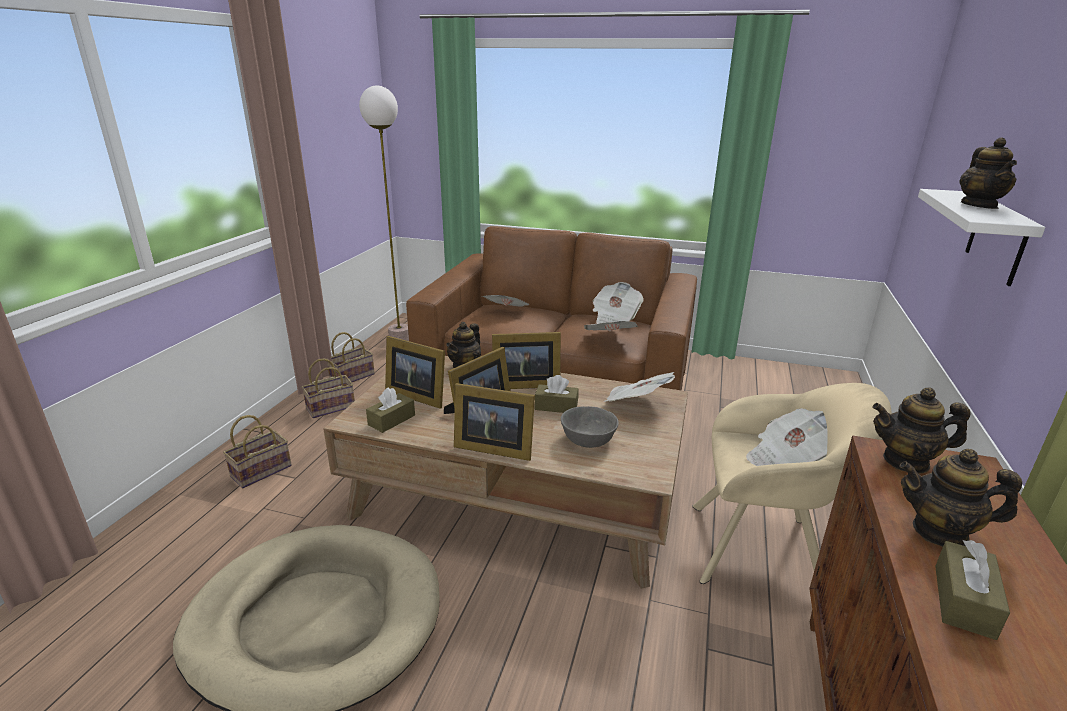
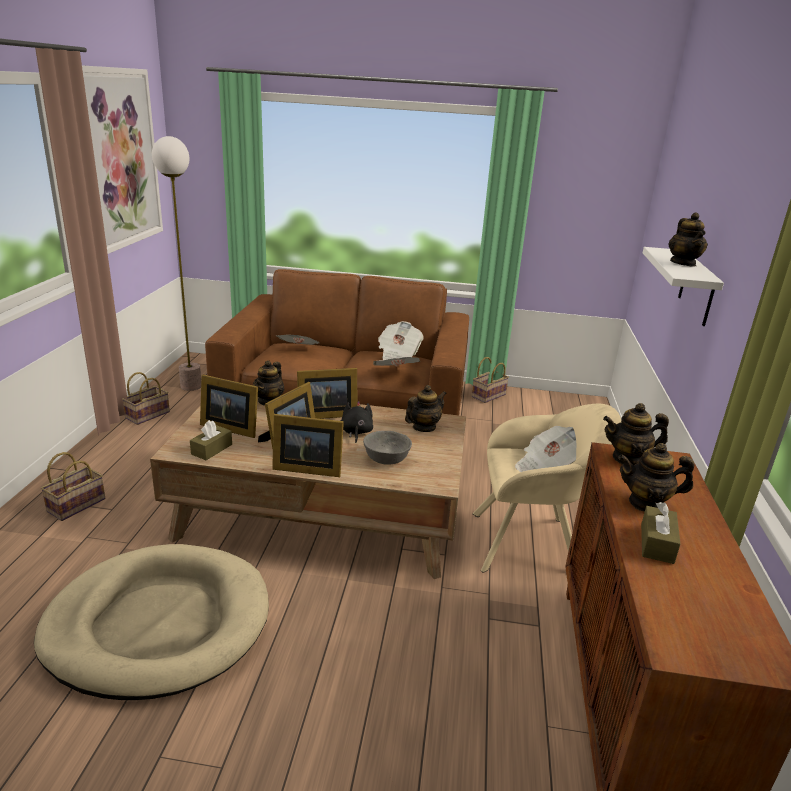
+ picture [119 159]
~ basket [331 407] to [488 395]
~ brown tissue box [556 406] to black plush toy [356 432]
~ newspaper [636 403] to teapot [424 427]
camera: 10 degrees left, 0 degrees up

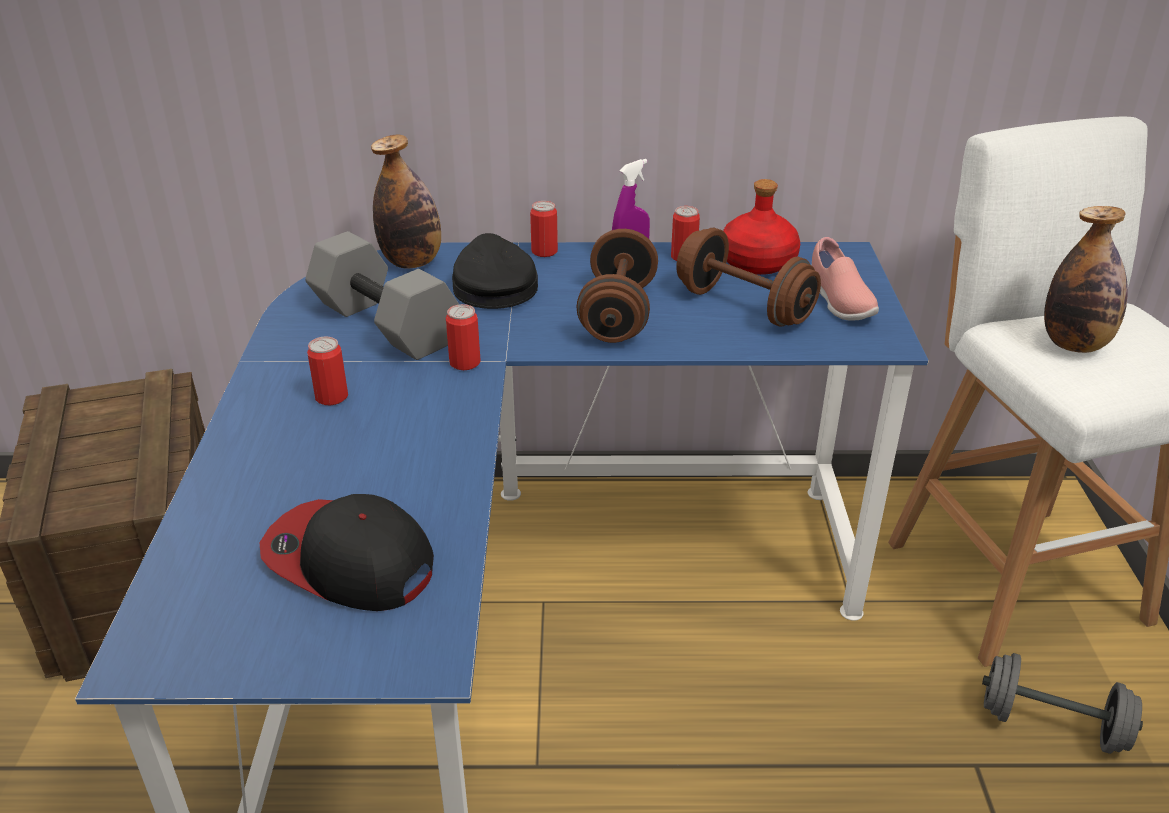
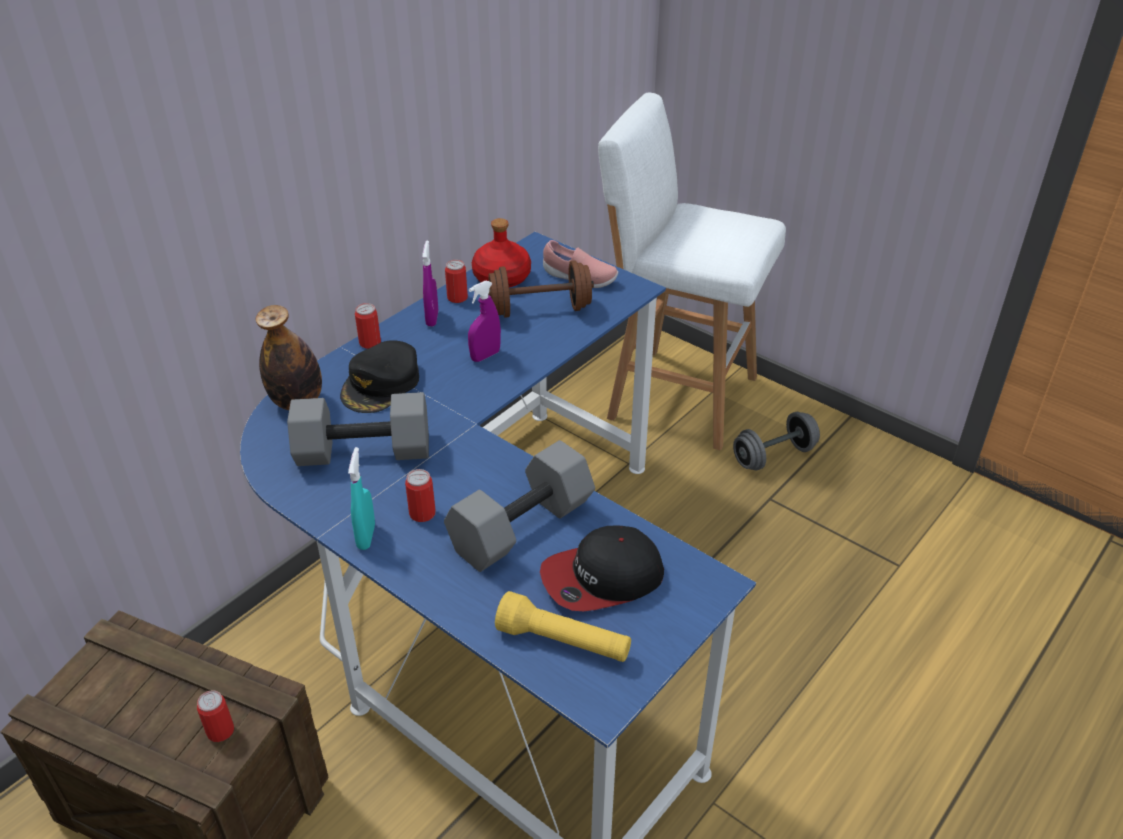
- bottle [1074 344]
+ turquoise spray bottle [366 536]
+ grey dumbbell [521 525]
+ yellow flashlight [563 642]
~ can [465 362] to [220 731]
~ brown dumbbell [618 314] to purple spray bottle [485 356]
~ black cap [493 286] = [381 384] 90 degrees counterclockwise
camera: 50 degrees left, 5 degrees up

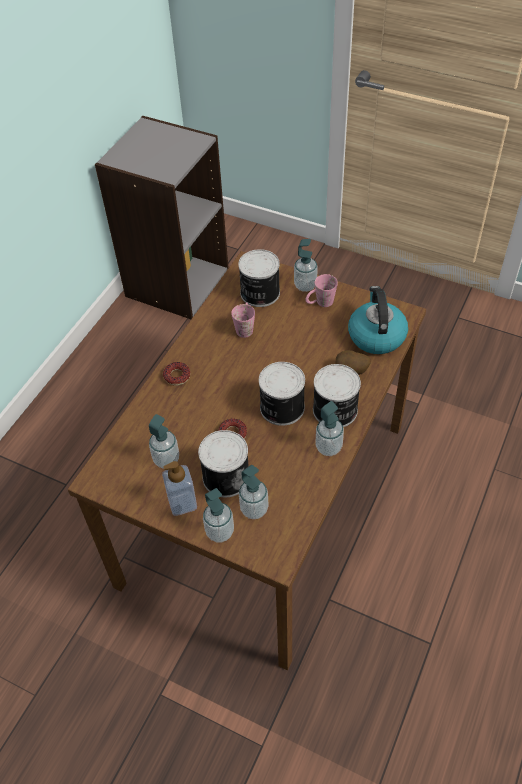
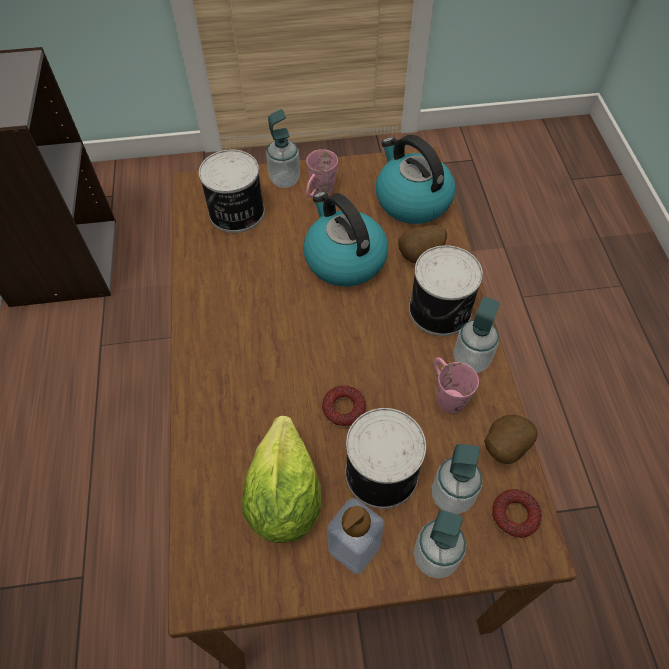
- can [281 408]
+ kettle [344 259]
+ potato [503 447]
~ donut [177 376] to [514 515]
~ pink mug [245 327] to [446 393]
~ soap dispenser [166 459] to lettuce [284 497]
camera: 35 degrees left, 5 degrees up

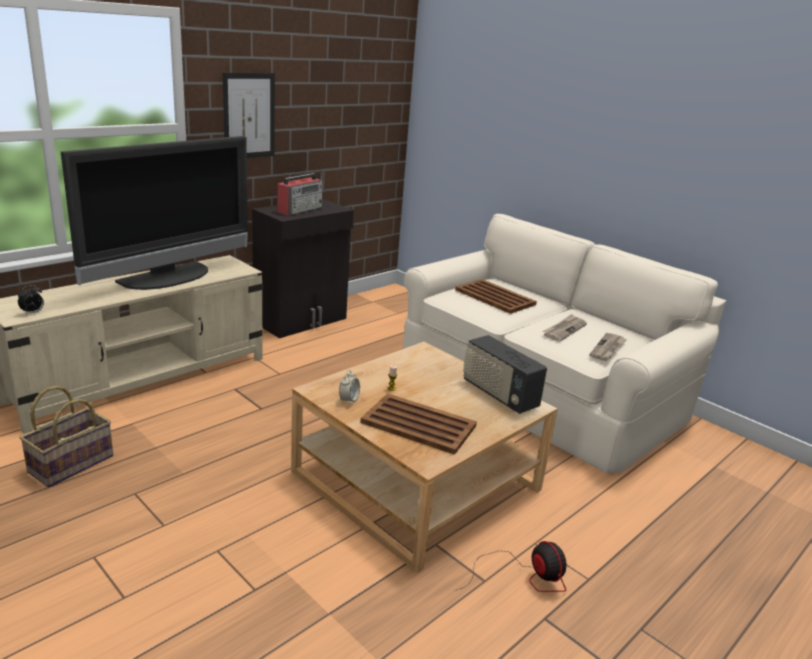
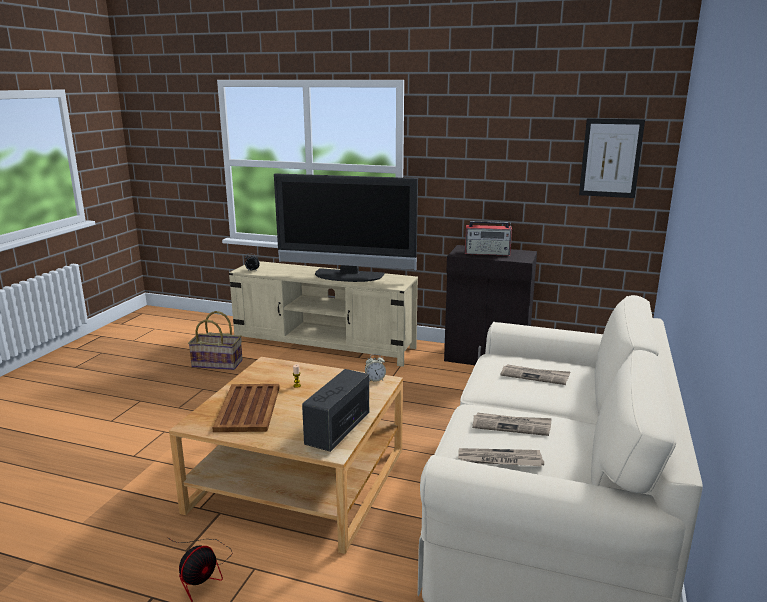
~ picture [249 116] to [610 158]
~ alarm clock [349 400] to [375 379]
~ brown tray [494 297] to newspaper [535 376]
camera: 65 degrees right, 5 degrees down

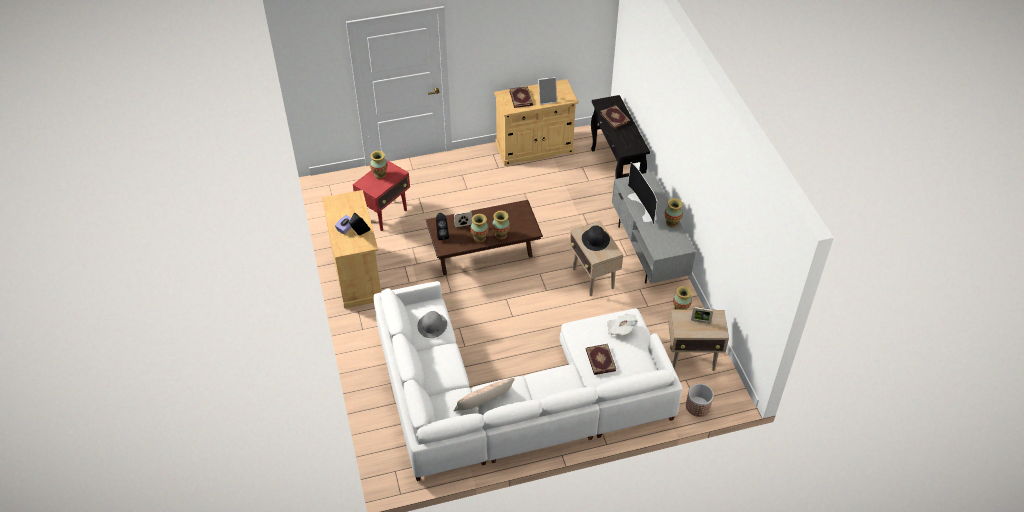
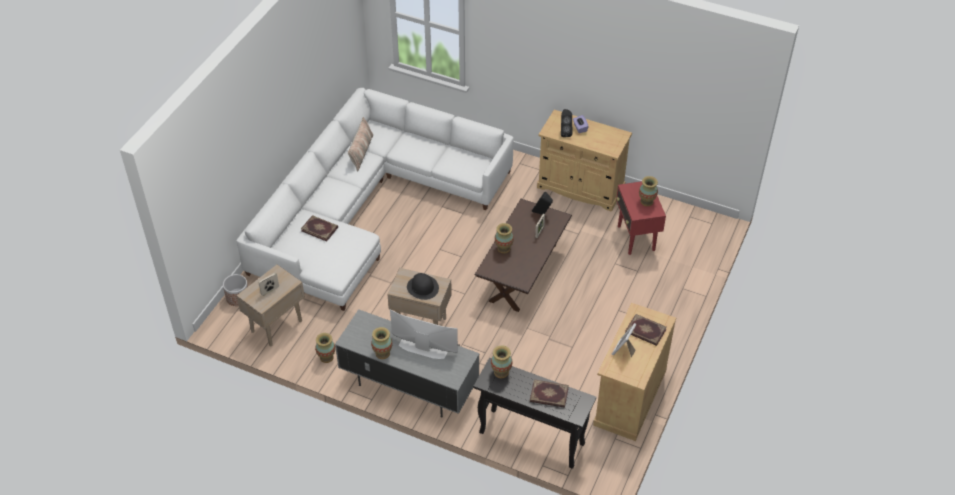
- grey hat [432 325]
- newspaper [620 329]
~ vase [480 238] to [501 372]
camera: 130 degrees right, 0 degrees up

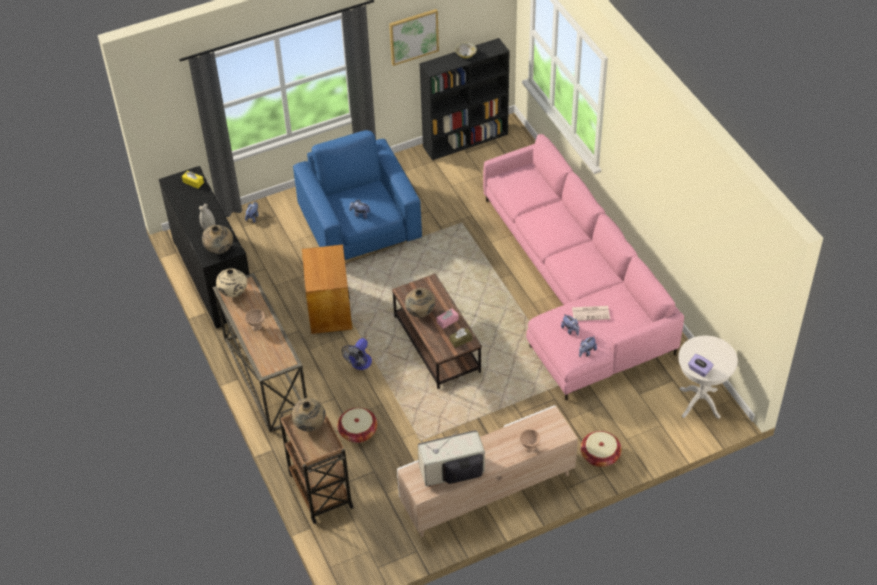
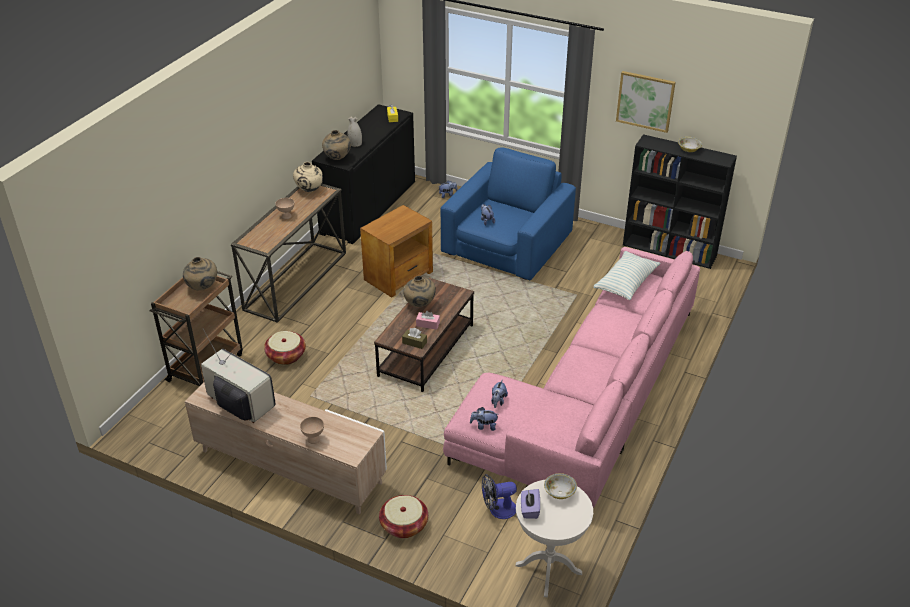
- newspaper [591 313]
+ bowl [559 492]
+ pillow [626 283]
~ fan [359 364] to [498 510]
camera: 50 degrees right, 10 degrees down

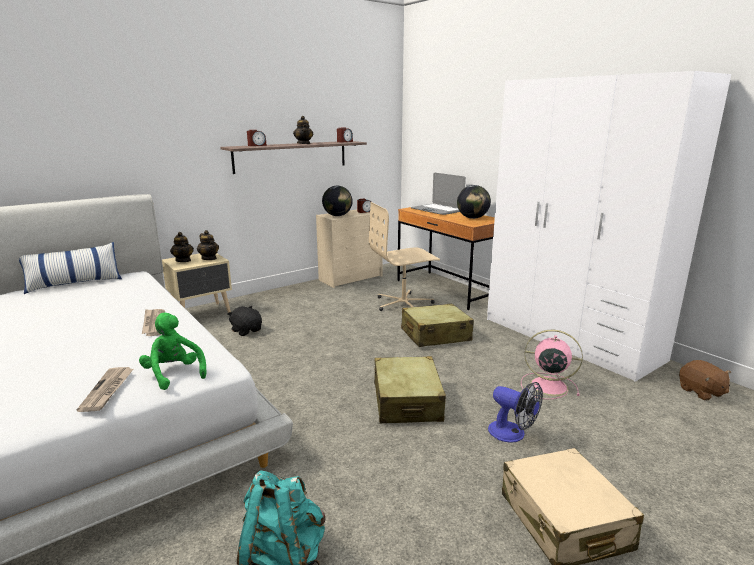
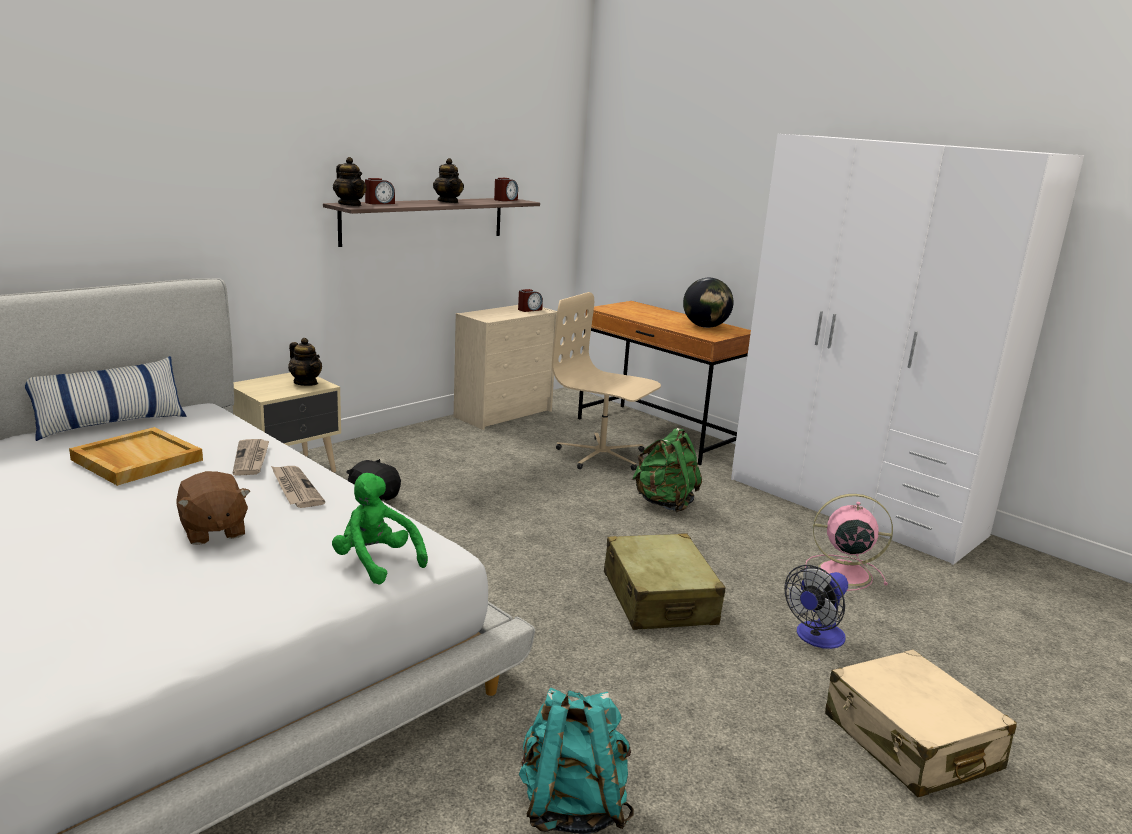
- globe [337 216]
- laptop [437 210]
+ beige tray [136 460]
~ newspaper [107 390] to [252 459]
~ teapot [183 260] to [350 205]
~ brown plush toy [701 392] to [213 531]
~ beige suitcase [435 335] to green backpack [665 503]
~ beige office chair [404 304] = [601 455] 60 degrees clockwise
~ fan [512 434] = [815 638] 105 degrees clockwise
camera: 10 degrees left, 0 degrees up

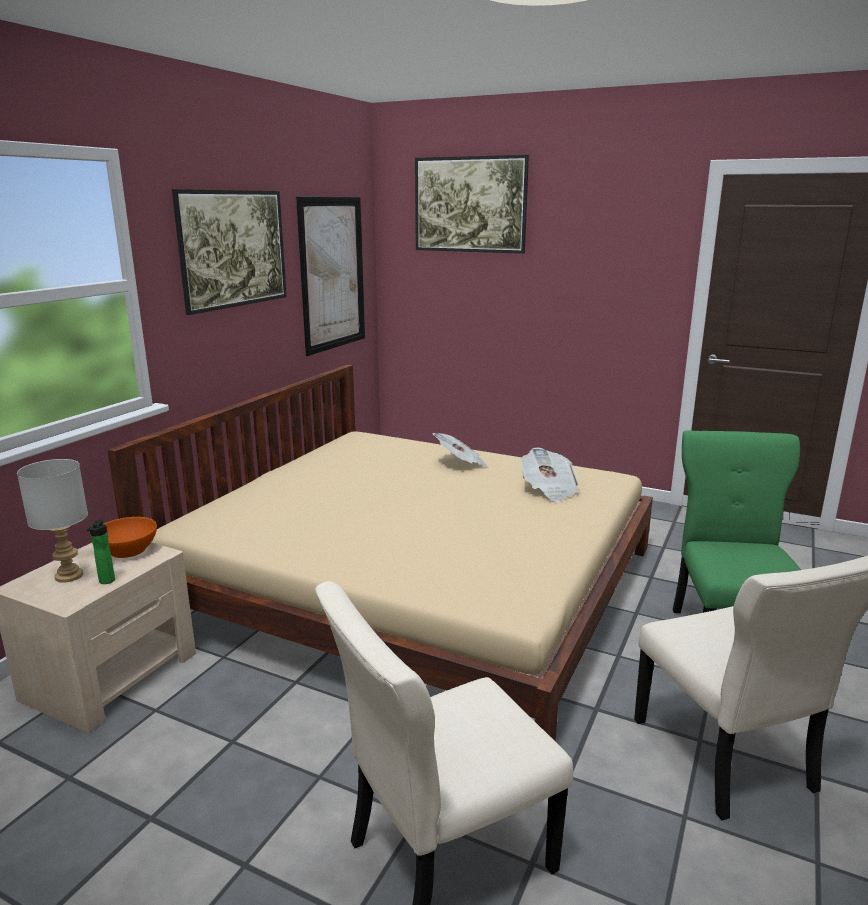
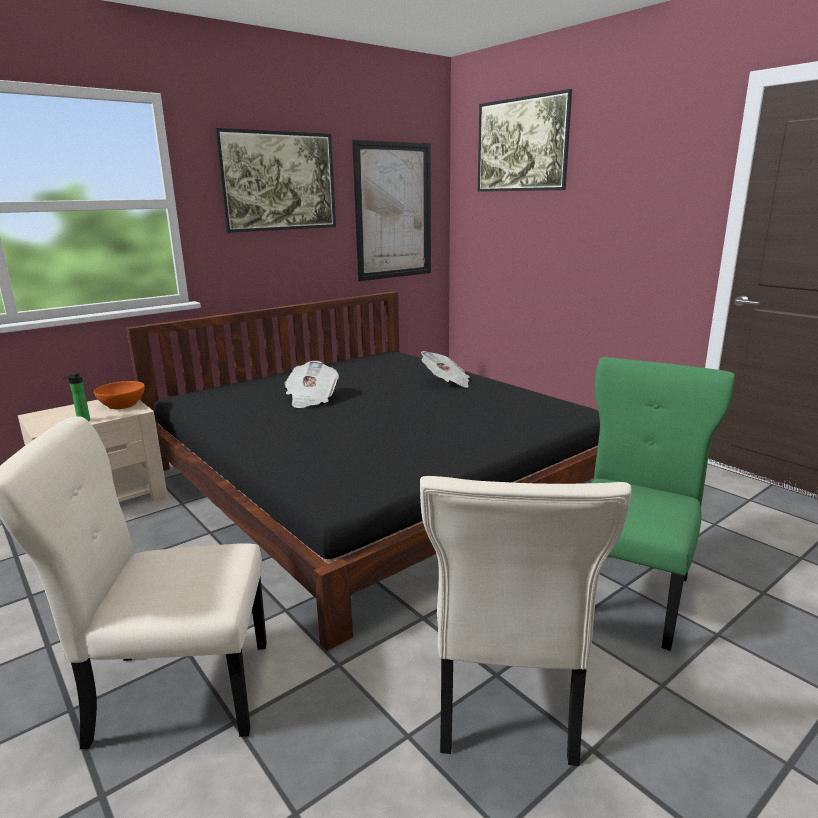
- grey table lamp [69 575]
~ newspaper [549 490] to [311 399]
~ beige bed [416 583] to black bed [373 481]
camera: 25 degrees right, 0 degrees up

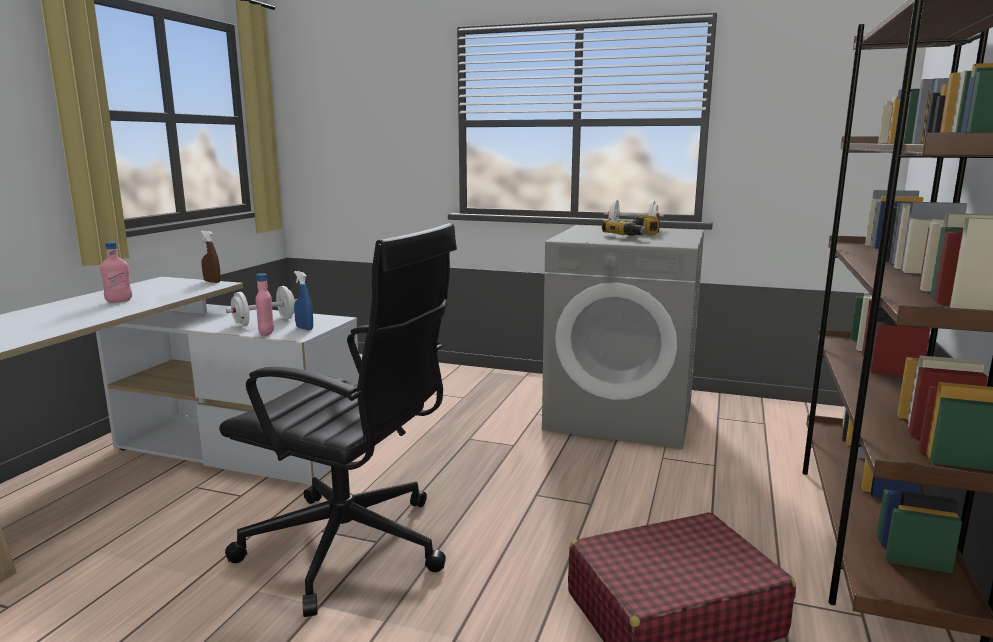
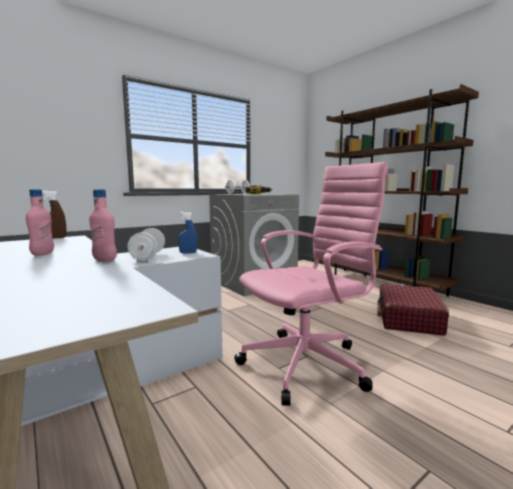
~ pink bottle [266 333] to [105 260]
~ black office chair [351 548] to pink office chair [308 364]
camera: 55 degrees left, 5 degrees down

